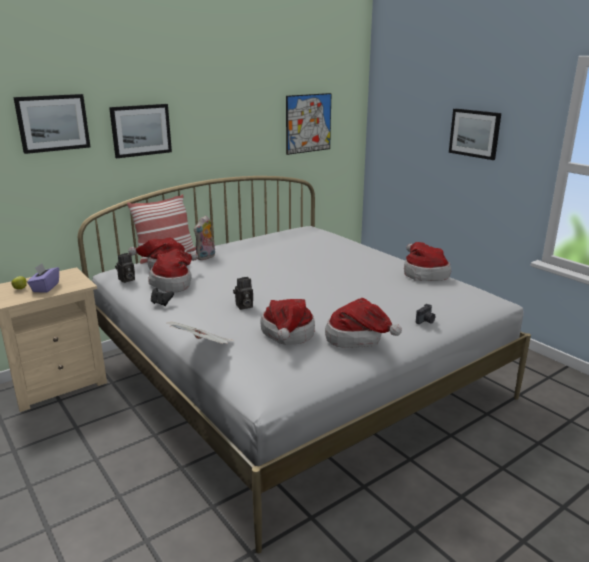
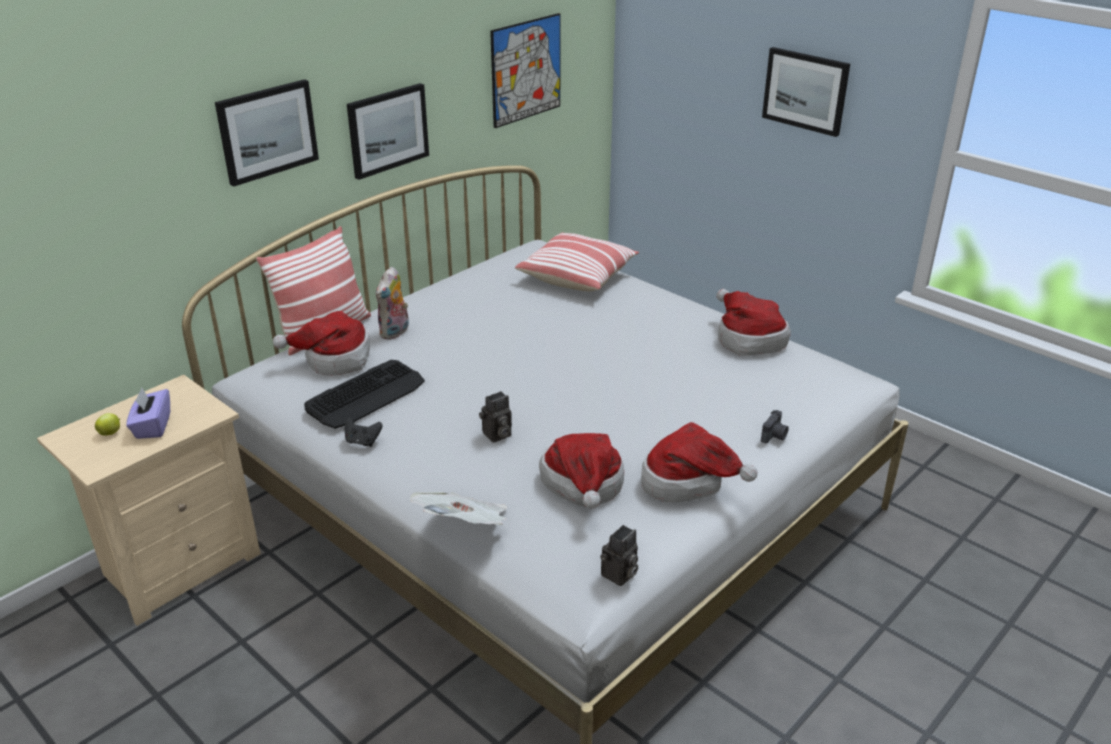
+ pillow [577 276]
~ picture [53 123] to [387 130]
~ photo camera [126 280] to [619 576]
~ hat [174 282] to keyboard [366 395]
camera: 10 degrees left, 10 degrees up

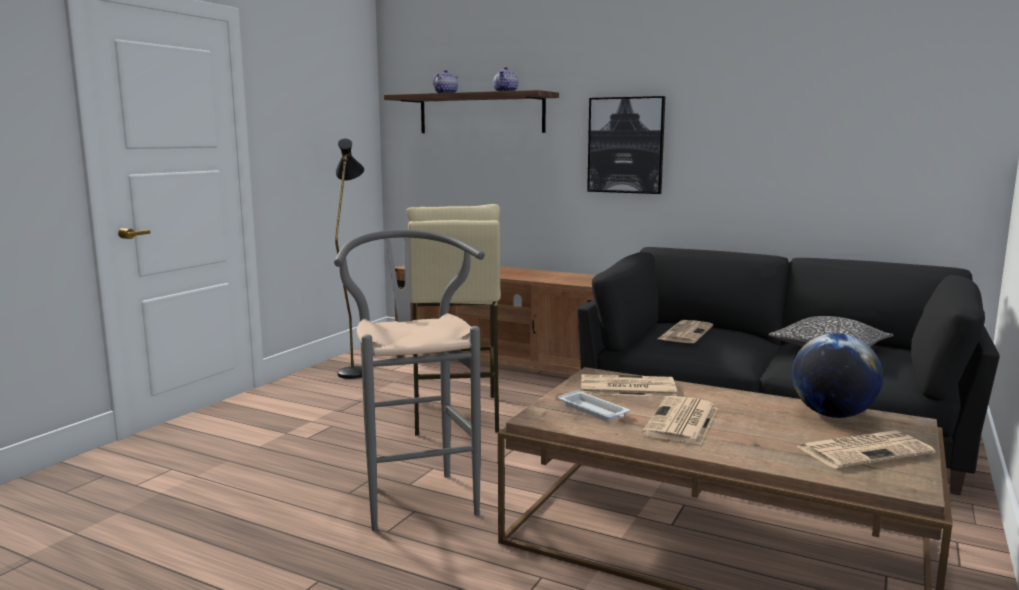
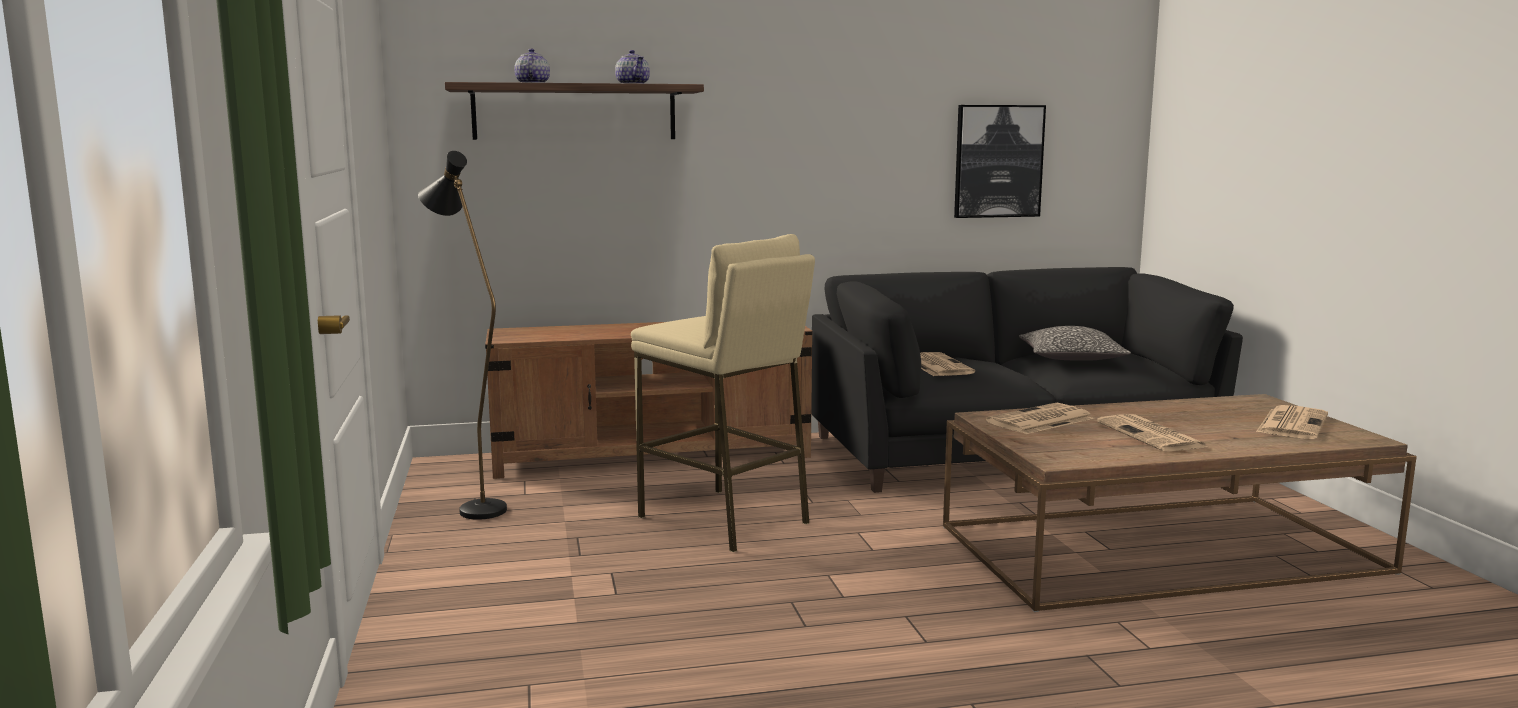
- grey stool [415 495]
- white tray [594 411]
- globe [832 415]
~ picture [626 145] to [998 161]
camera: 40 degrees left, 0 degrees up

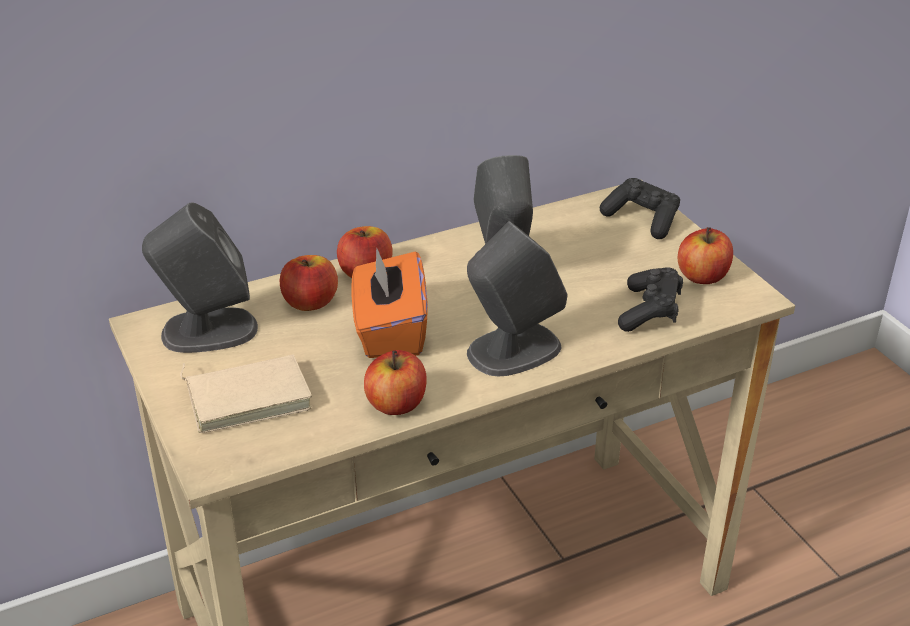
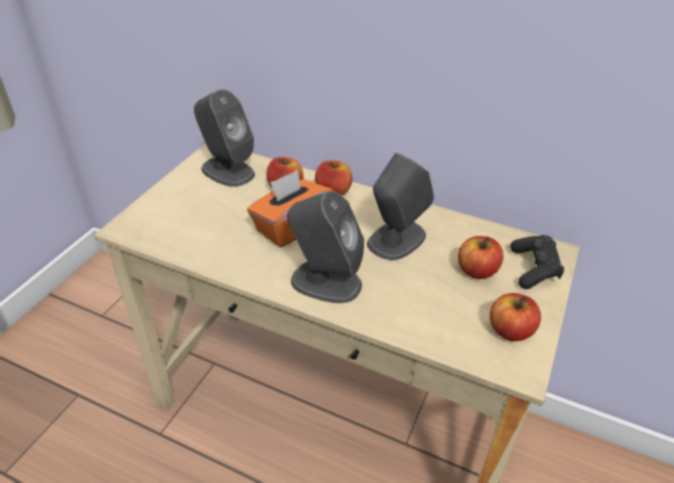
- beige book [248 396]
- black game controller [650 312]
~ apple [396 404] to [477 271]
camera: 50 degrees right, 5 degrees up

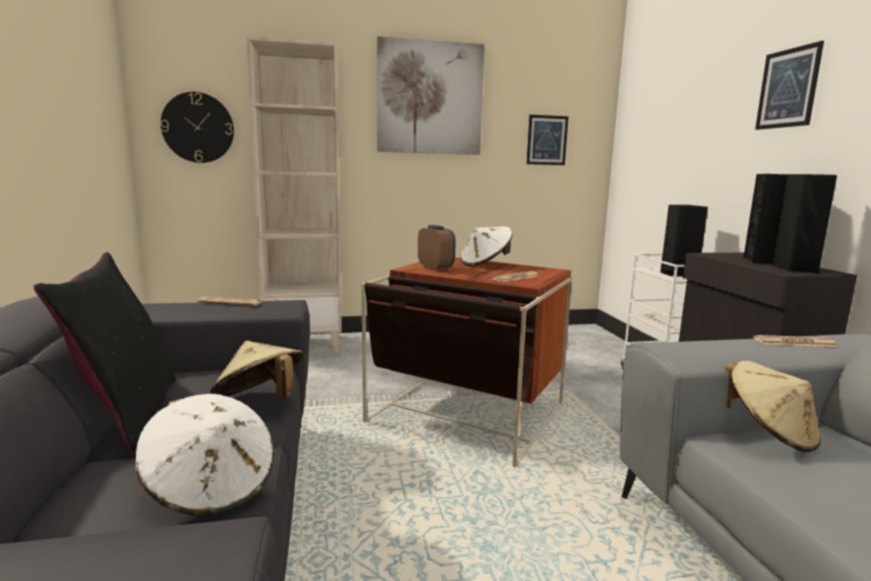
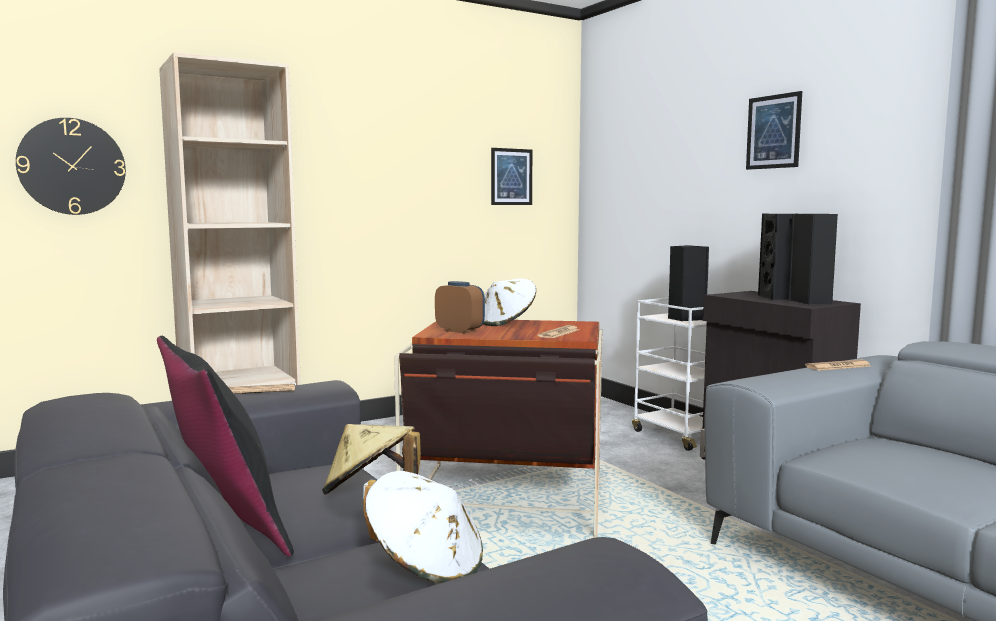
- picture [430 98]
- beige hat [768 433]
camera: 20 degrees left, 5 degrees down

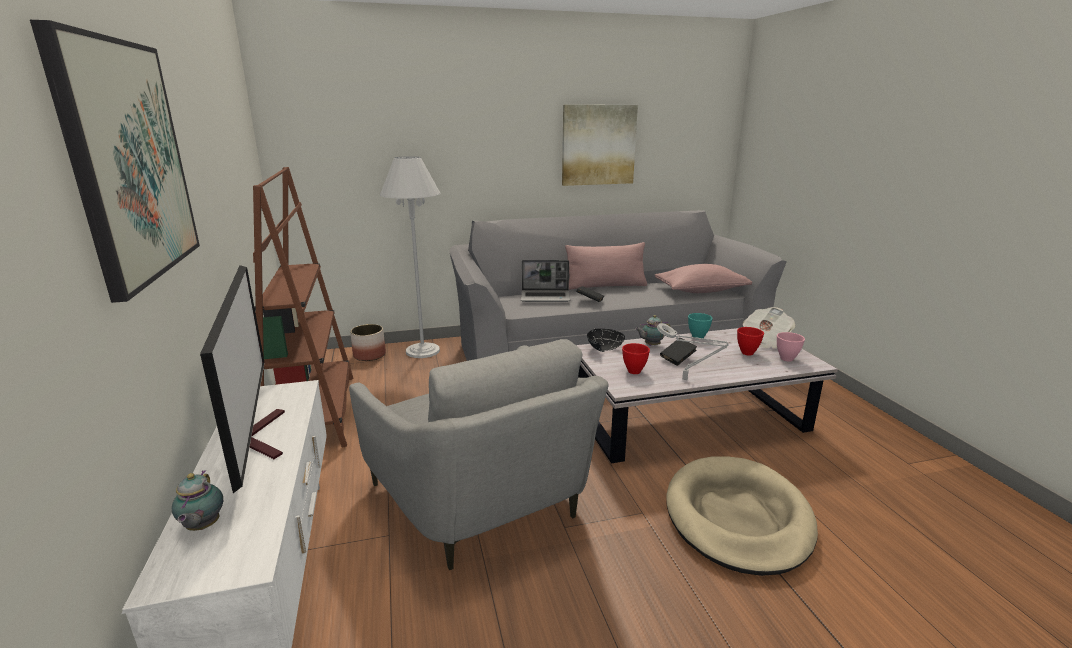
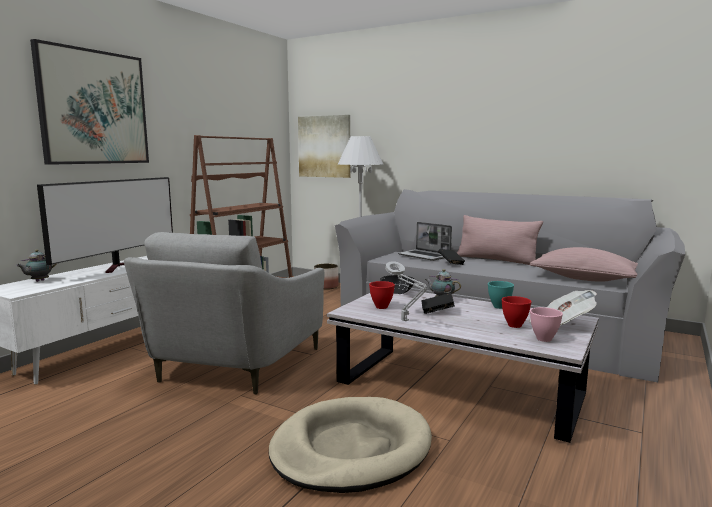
~ picture [598 145] to [324 146]
camera: 45 degrees right, 10 degrees down

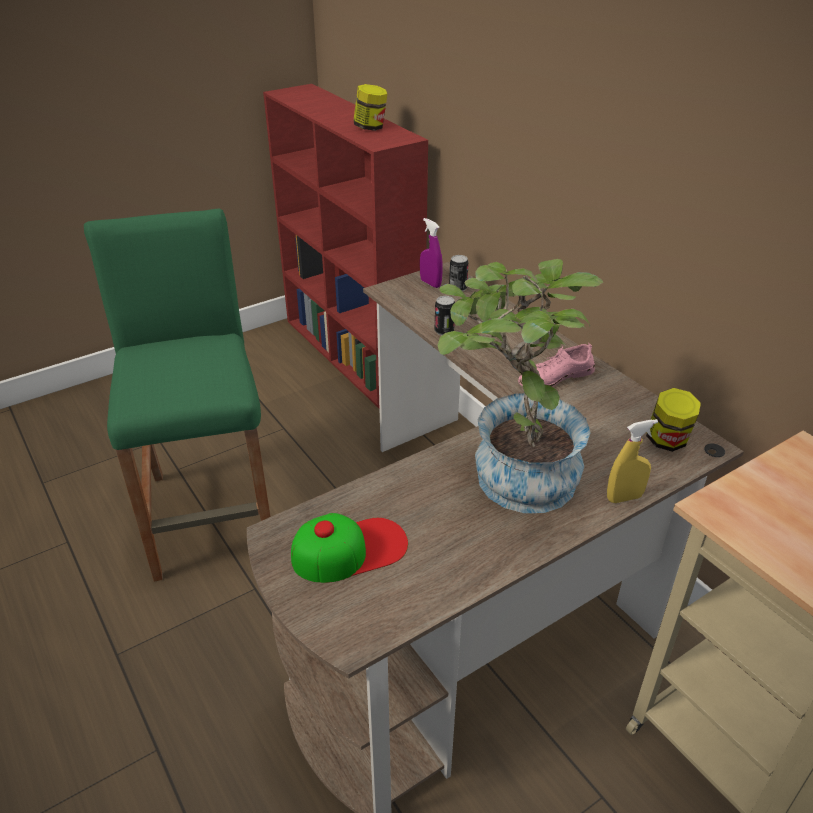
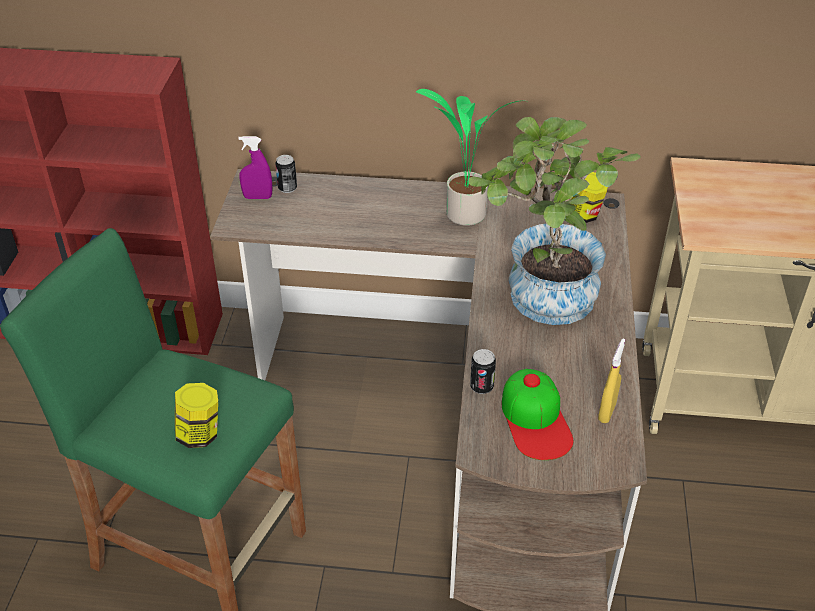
~ jar [370 128] to [200 434]
~ can [444 331] to [481 387]
~ yellow spray bottle [624 497] to [607 412]
~ pink shoe [555 377] to potted plant [463 215]
~ cap [350 549] = [536 420] 150 degrees clockwise
camera: 50 degrees left, 5 degrees up

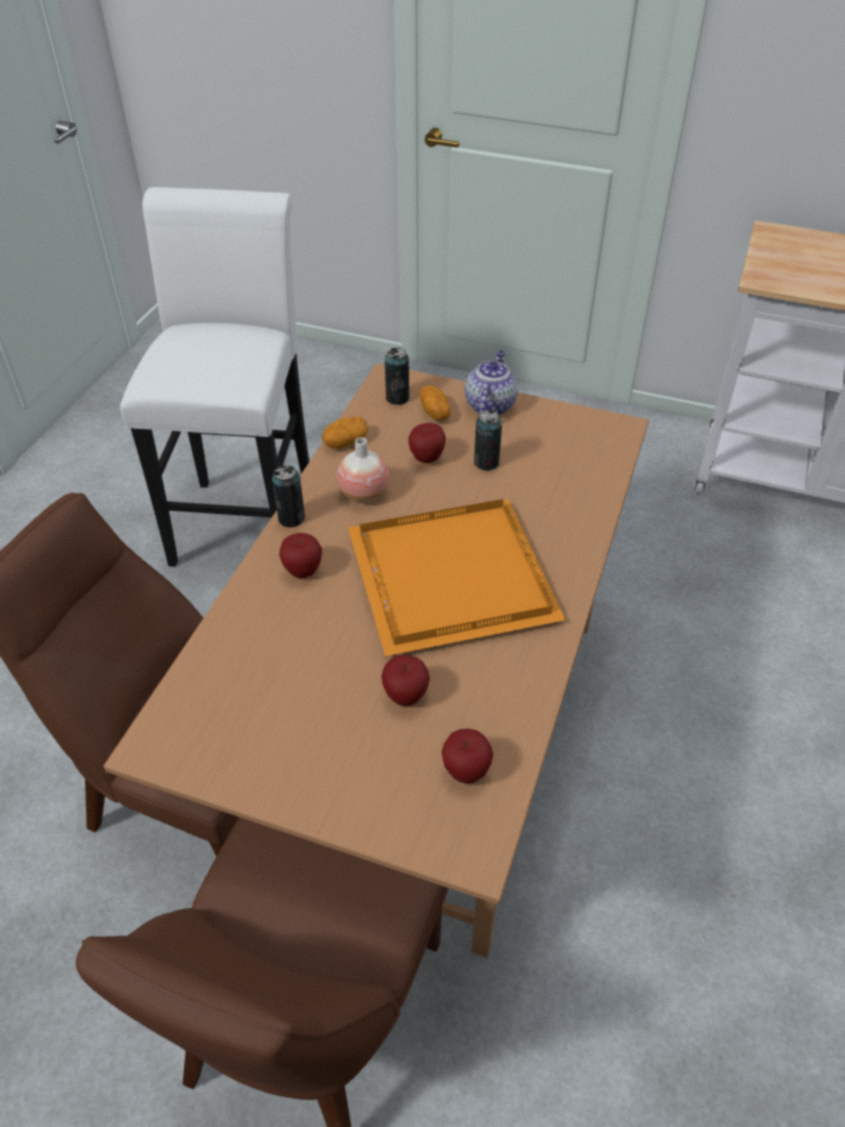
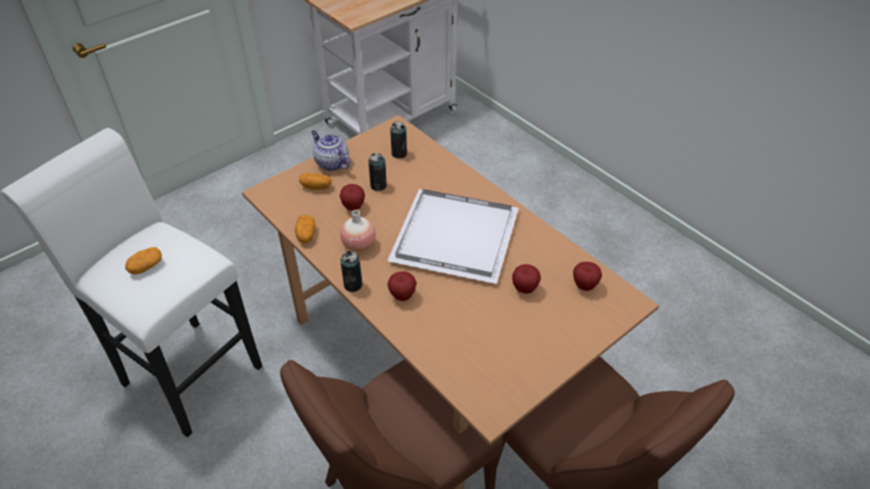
+ potato [146 267]
~ can [397 398] to [399 153]
~ orange tray [447 575] to white tray [452 238]
camera: 60 degrees left, 0 degrees up

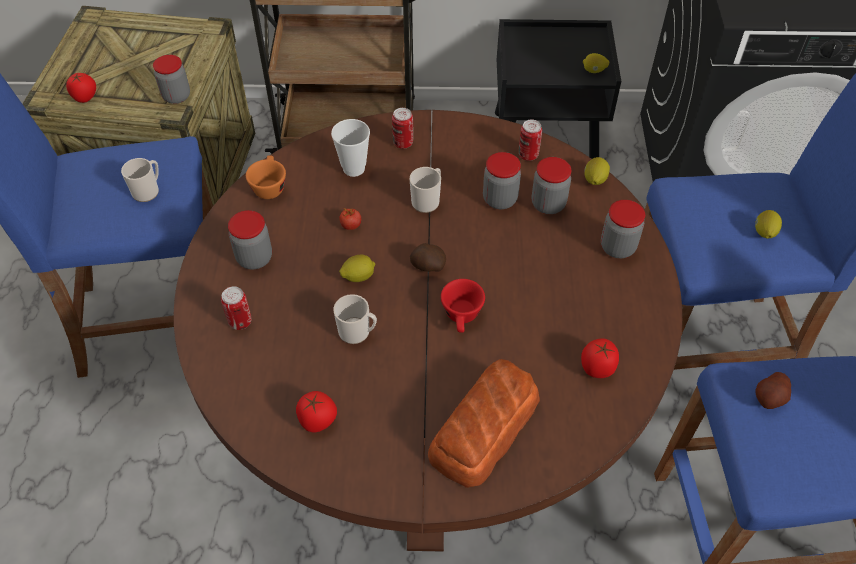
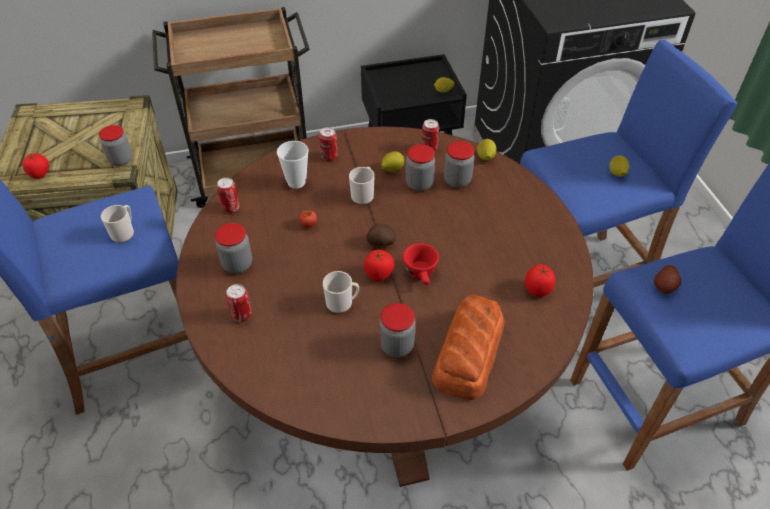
~ tomato [318 421] to [379 275]
~ lemon [358 276] to [392 169]
~ jar [617 247] to [396 346]
~ orange cup [269 186] to can [231 208]
camera: 15 degrees left, 5 degrees down

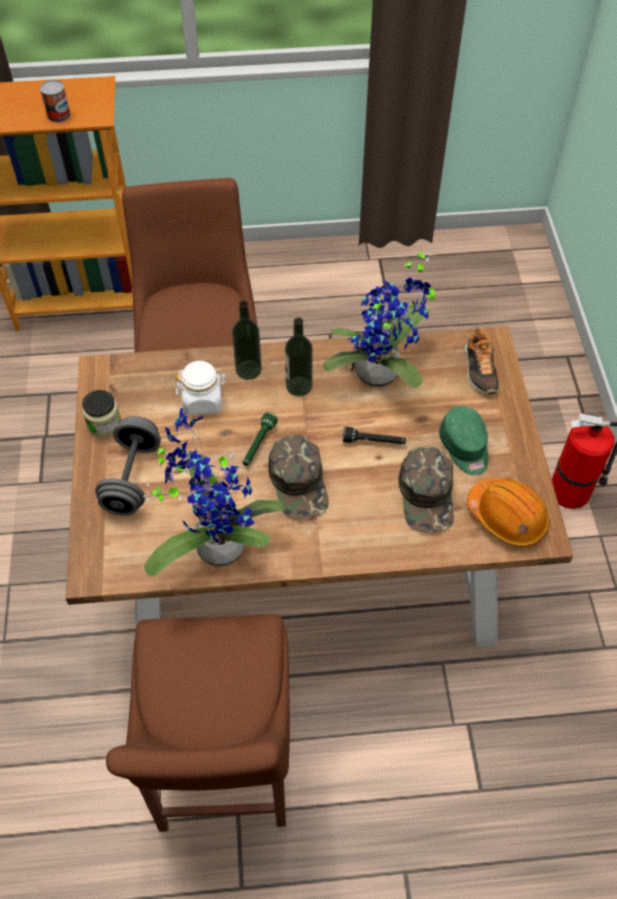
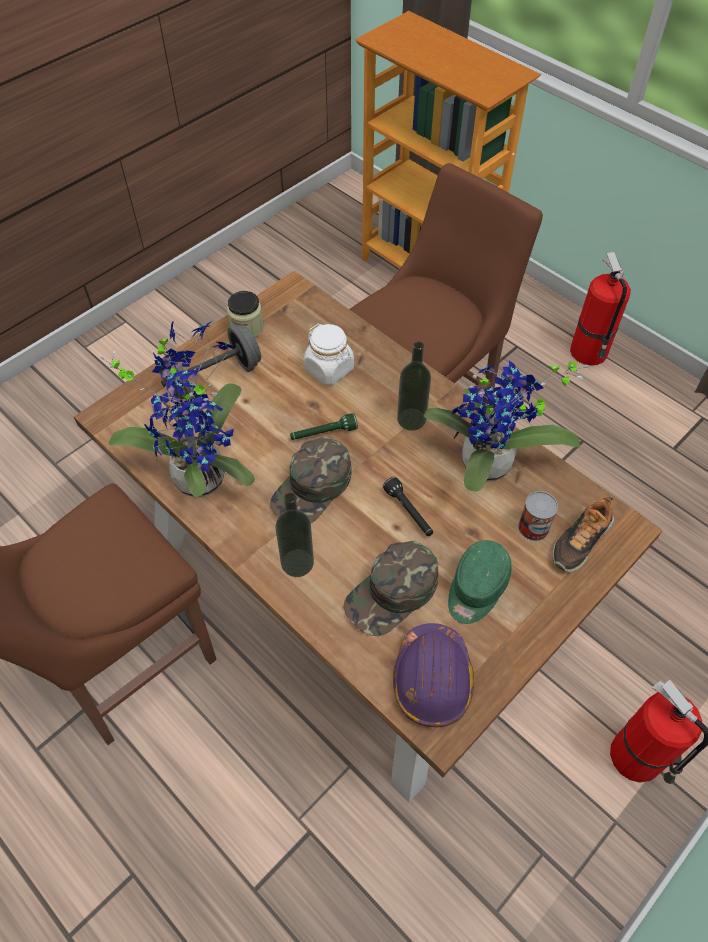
+ fire extinguisher [589 353]
~ can [59 115] to [533 527]
~ bottle [248 370] to [297 562]
~ orange hard hat [507 517] to purple hard hat [432 679]
camera: 50 degrees right, 0 degrees up

